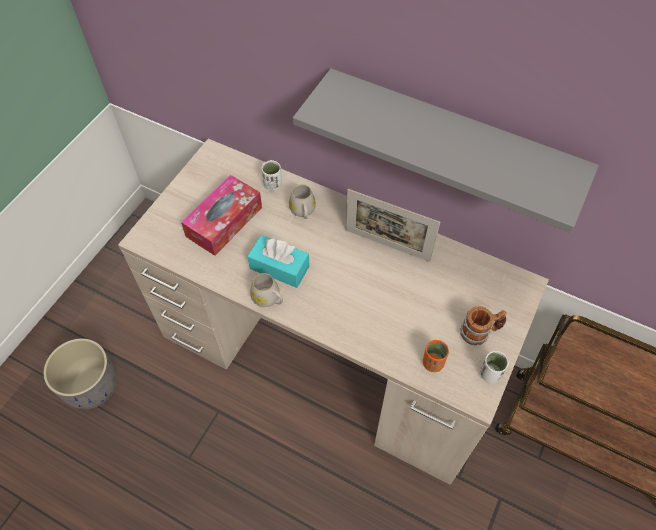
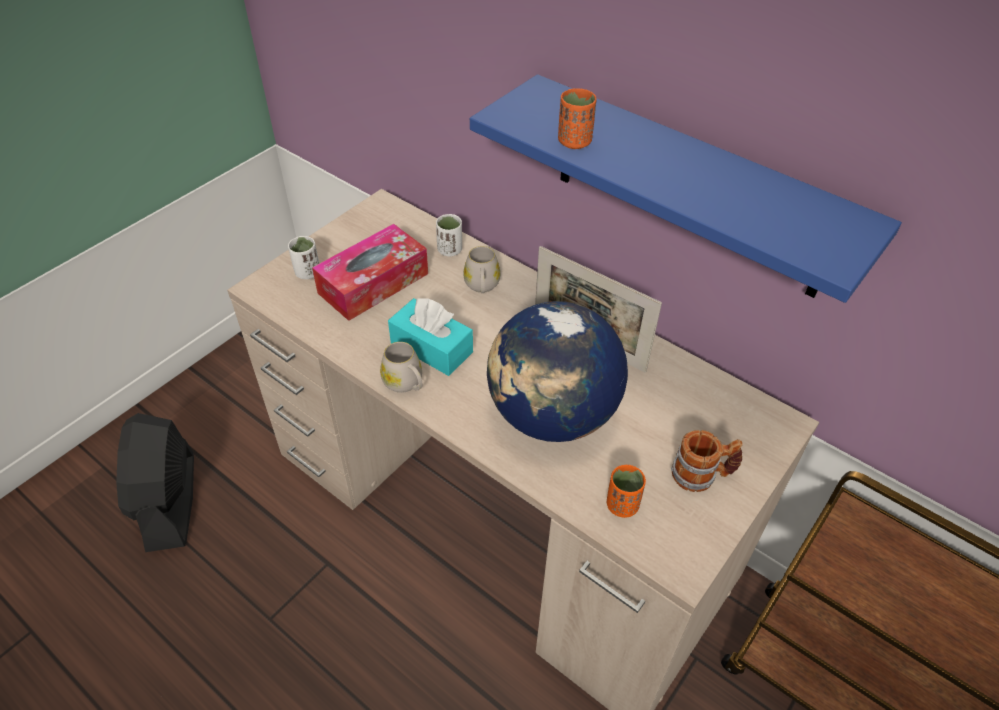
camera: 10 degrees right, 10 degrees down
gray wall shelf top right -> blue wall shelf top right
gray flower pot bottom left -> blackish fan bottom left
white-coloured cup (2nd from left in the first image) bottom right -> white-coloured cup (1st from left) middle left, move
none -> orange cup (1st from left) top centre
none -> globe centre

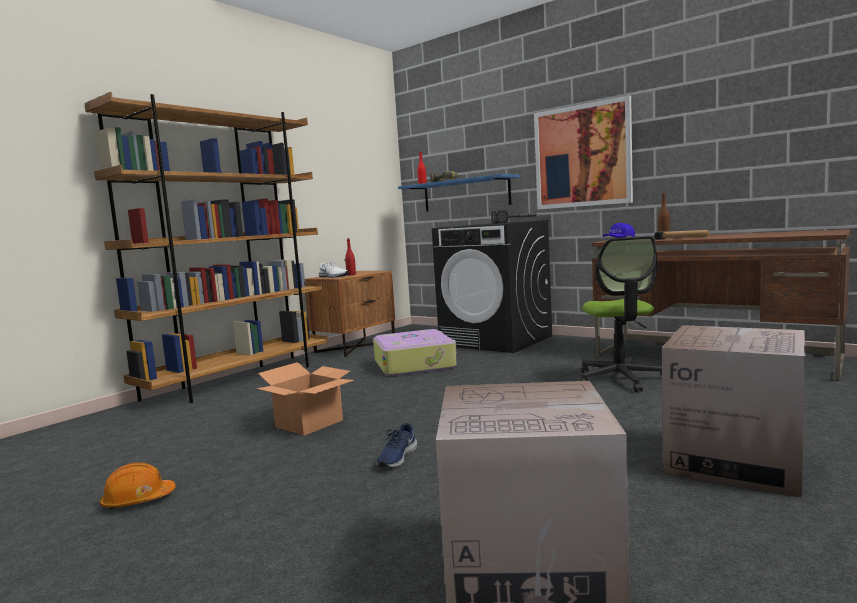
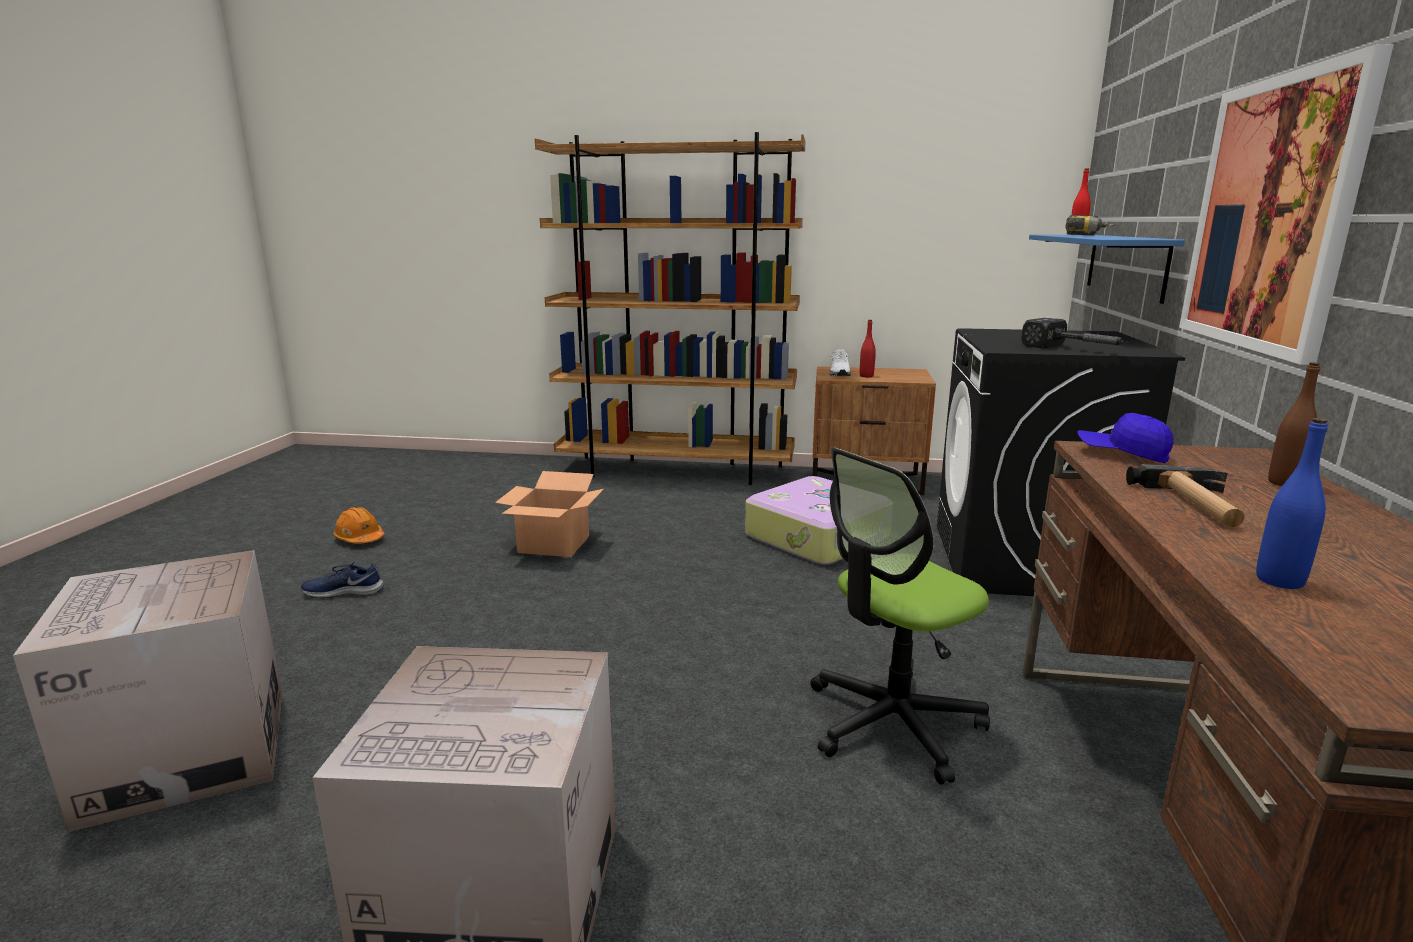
camera: 60 degrees right, 10 degrees up
blue item of footwear bottom centre -> blue item of footwear middle left, move
none -> blue beverage bottle middle right

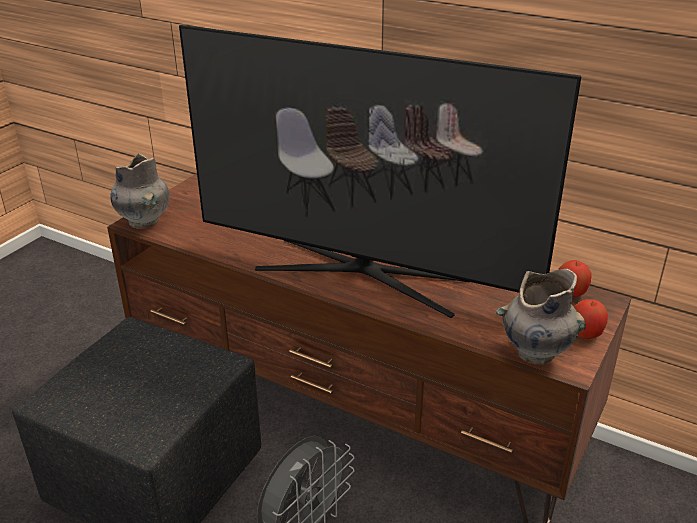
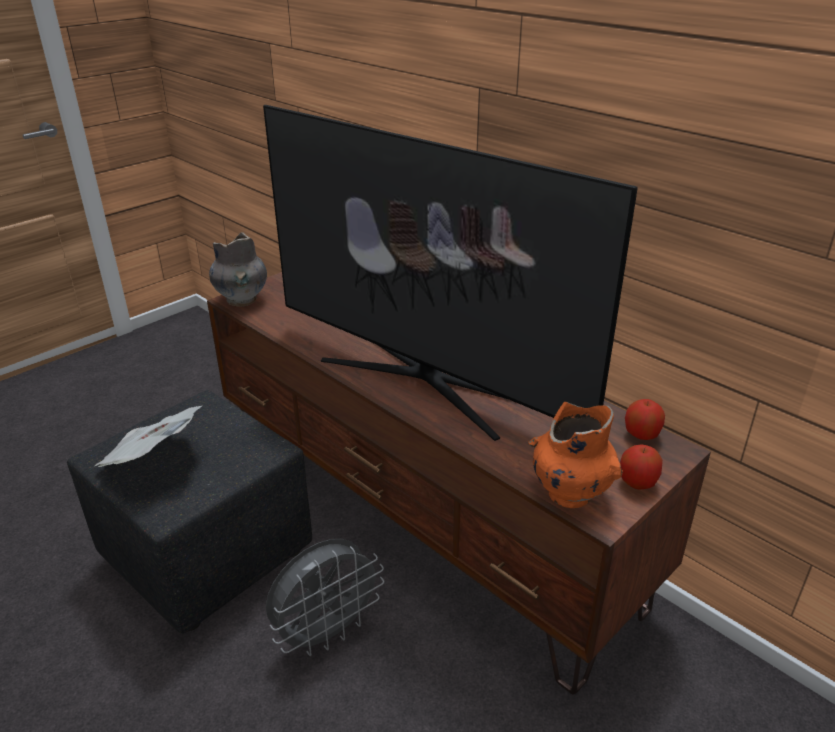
camera: 15 degrees right, 0 degrees up
gray decorative vase (2nd from left) middle right -> orange decorative vase middle right
none -> daily paper middle left

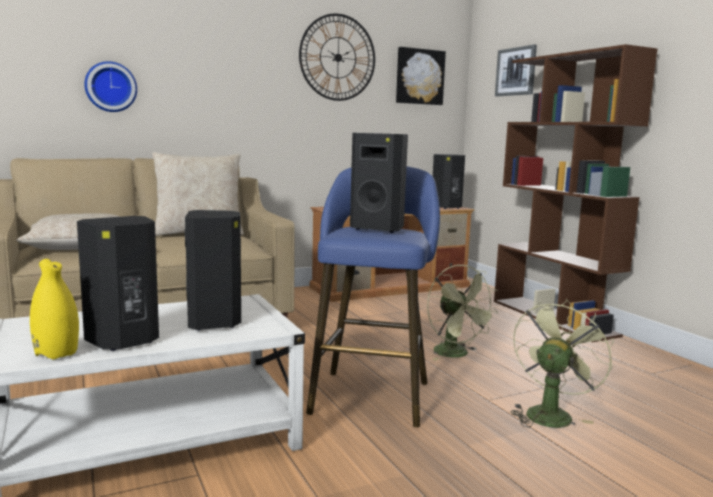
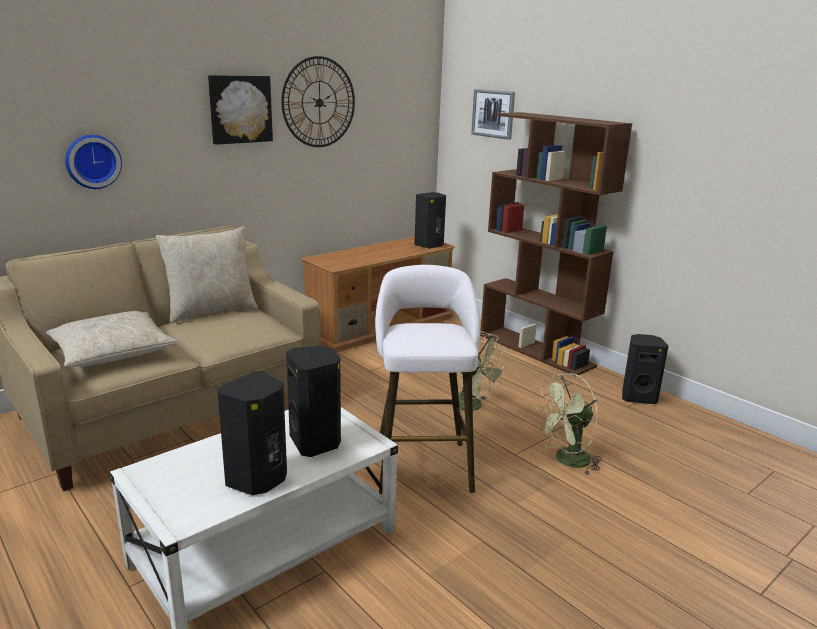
camera: 15 degrees left, 10 degrees up
wall art (1st from left) top centre -> wall art (1st from left) top left, move
blackish audio speaker (3rd from left in the first image) centre -> blackish audio speaker (4th from left) middle right, move
blue sitting stool centre -> white-coloured sitting stool centre
yellowish decorative vase middle left -> none
green-coloured fan (2nd from left) bottom right, 135 degrees counterclockwise

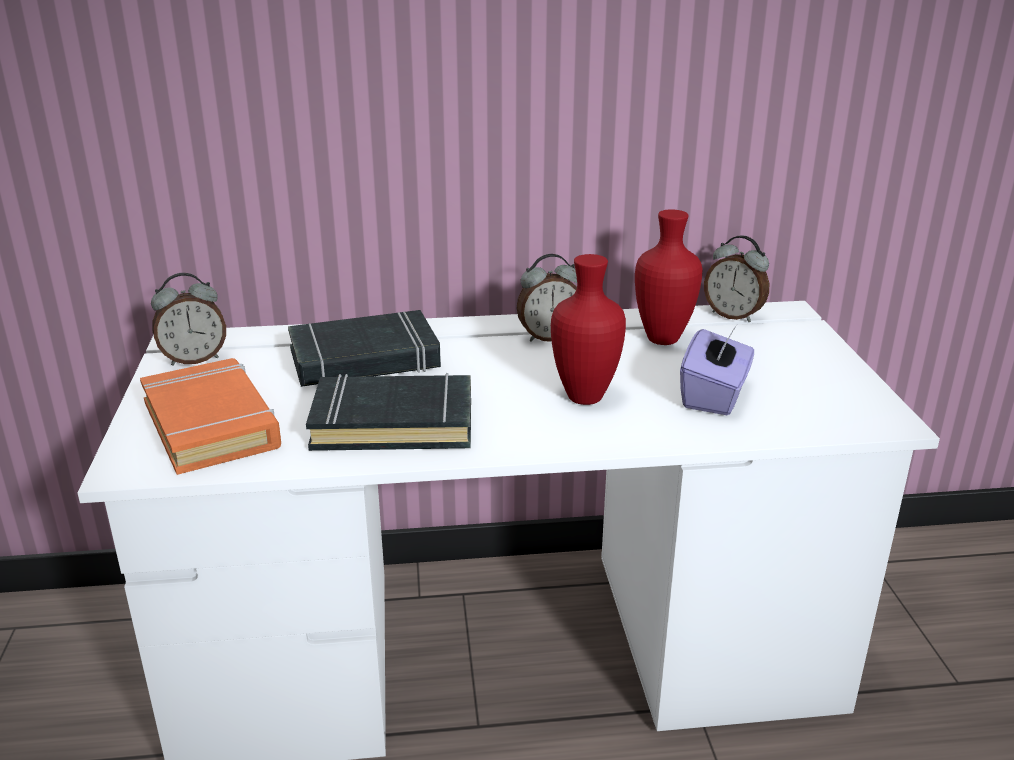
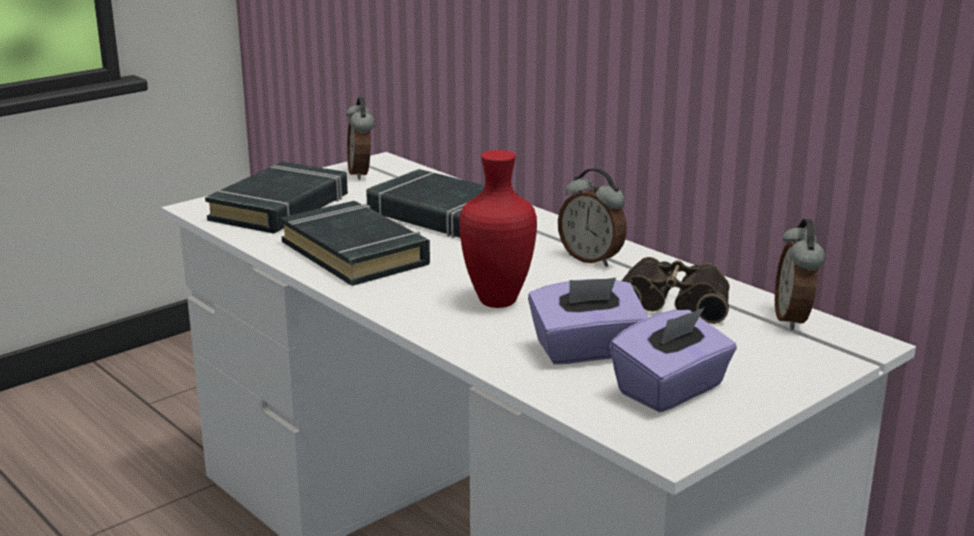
camera: 55 degrees right, 5 degrees down
red decorative vase (2nd from left) centre -> field glasses middle right
table clock (1st from left) middle left -> table clock (1st from left) top centre, 45 degrees clockwise
orange book middle left -> blackish book (1st from left) middle left
none -> purple tissue holder (2nd from left) bottom right

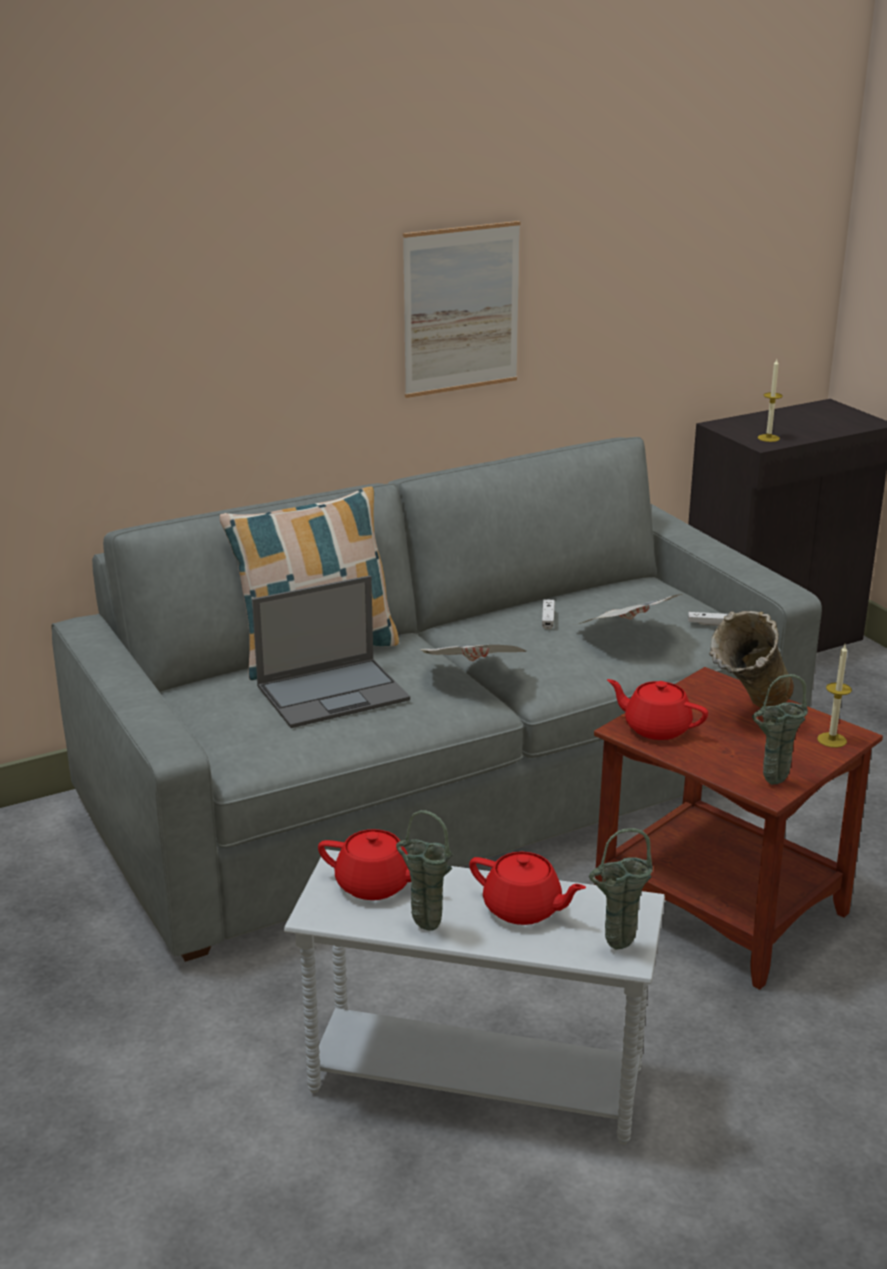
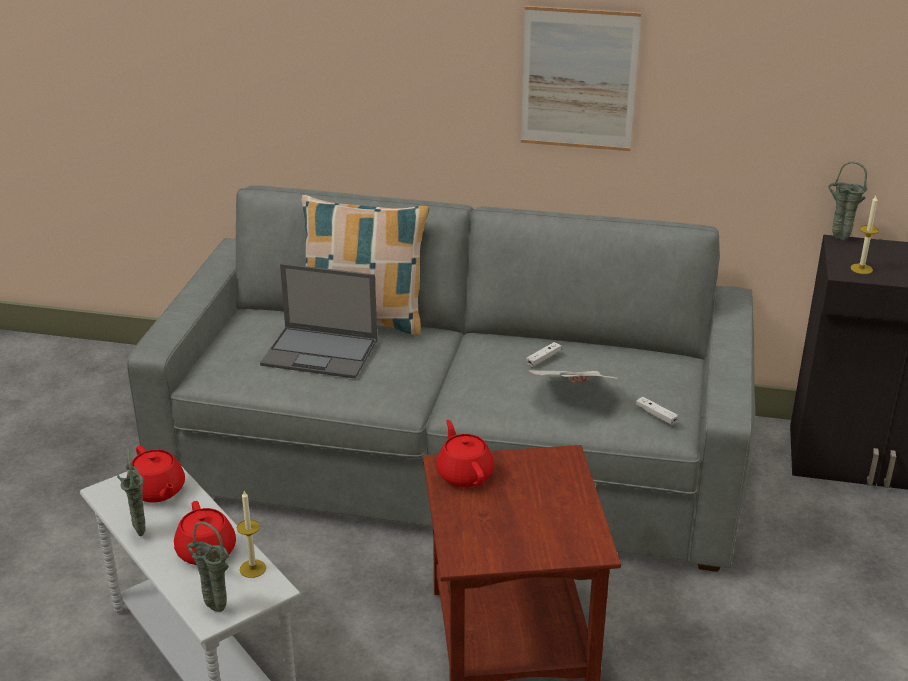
camera: 40 degrees right, 5 degrees up
beige decorative vase middle right -> none
daily paper (1st from left) centre -> none
wax light (2nd from left in the first image) middle right -> wax light (1st from left) bottom left, move
green-coloured decorative vase (3rd from left) middle right -> green-coloured decorative vase (3rd from left) top right, move

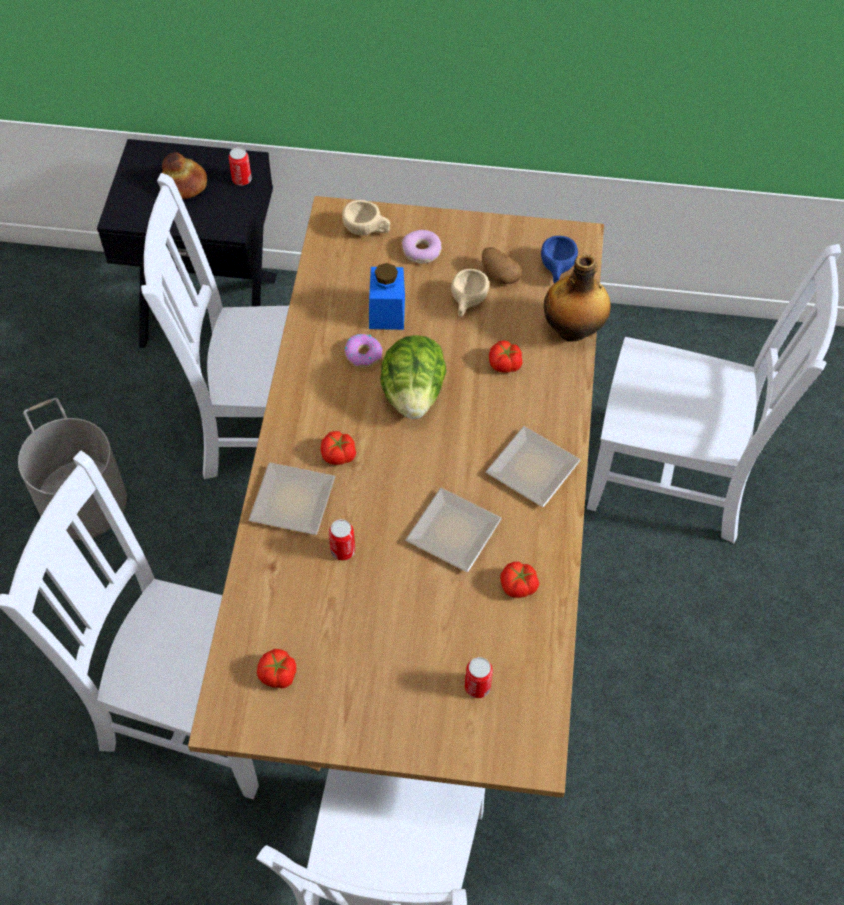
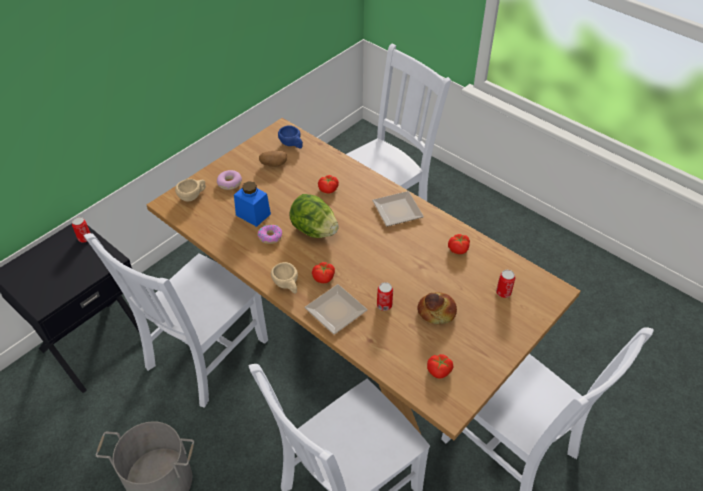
camera: 55 degrees left, 10 degrees down
bread top left -> bread centre, move
beverage bottle top right -> none
beige cup (2nd from left) top centre -> beige cup (2nd from left) centre, move
dinner plate (2nd from left) centre -> none

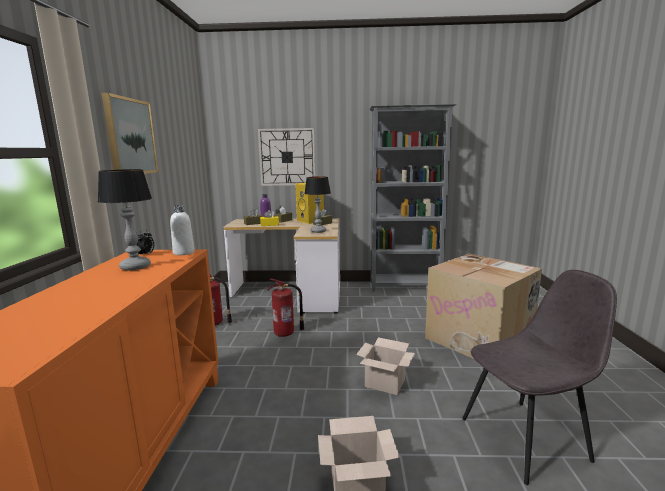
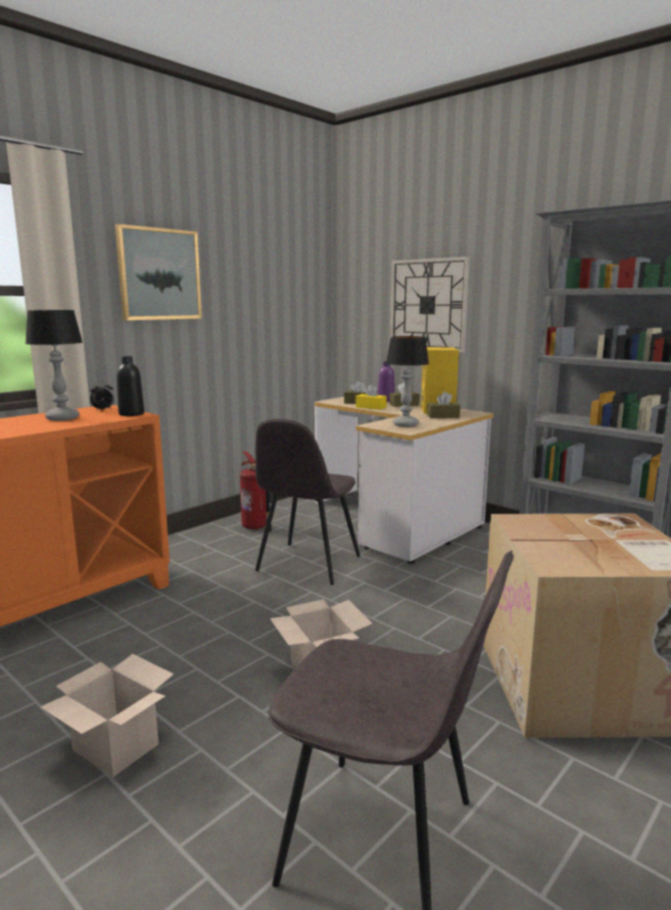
camera: 40 degrees right, 0 degrees up
white-coloured beverage bottle middle left -> blackish beverage bottle middle left
fire extinguisher (2nd from left) centre -> gray upright chair (1st from left) centre

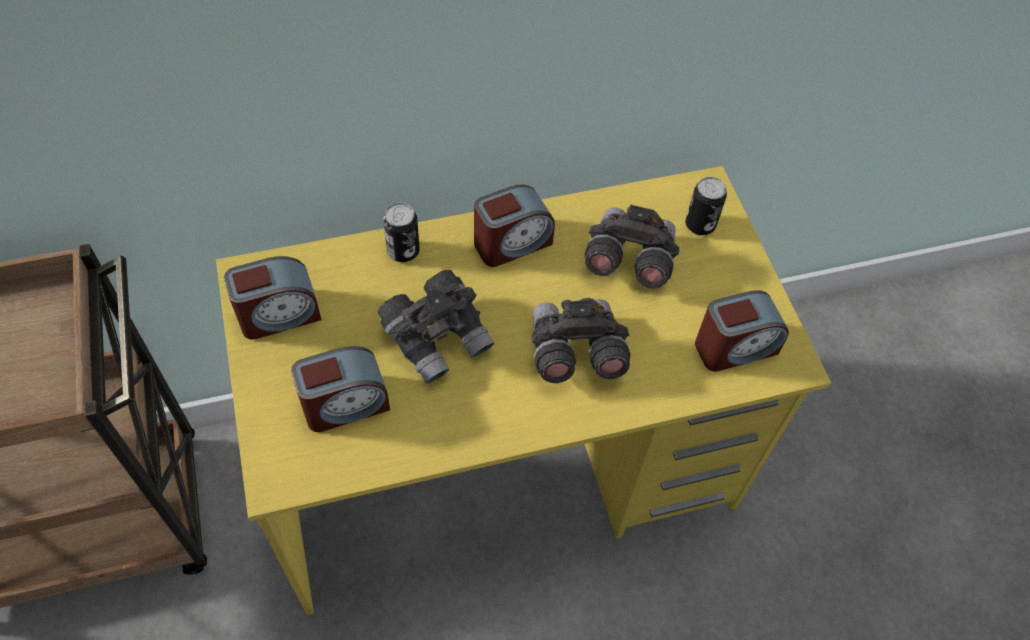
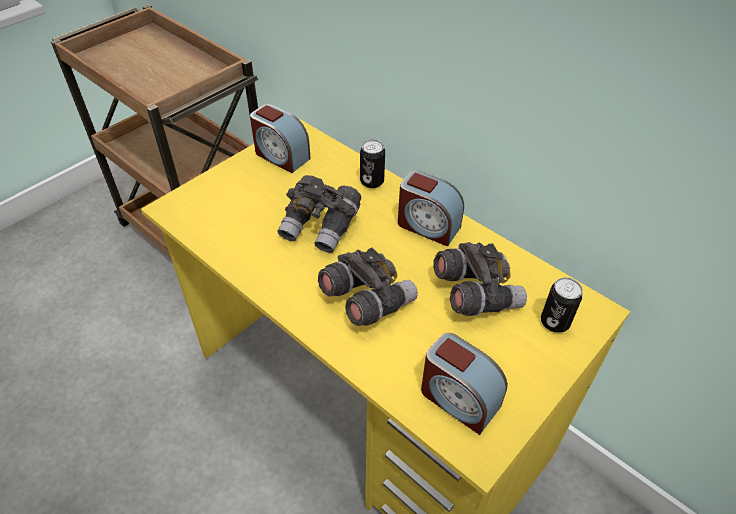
camera: 60 degrees right, 10 degrees down
table clock (2nd from left) middle left -> none

